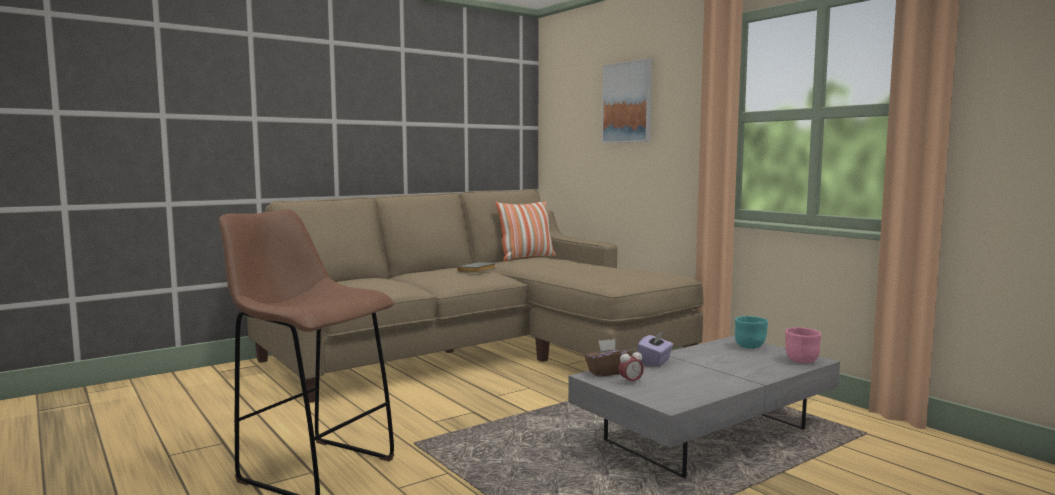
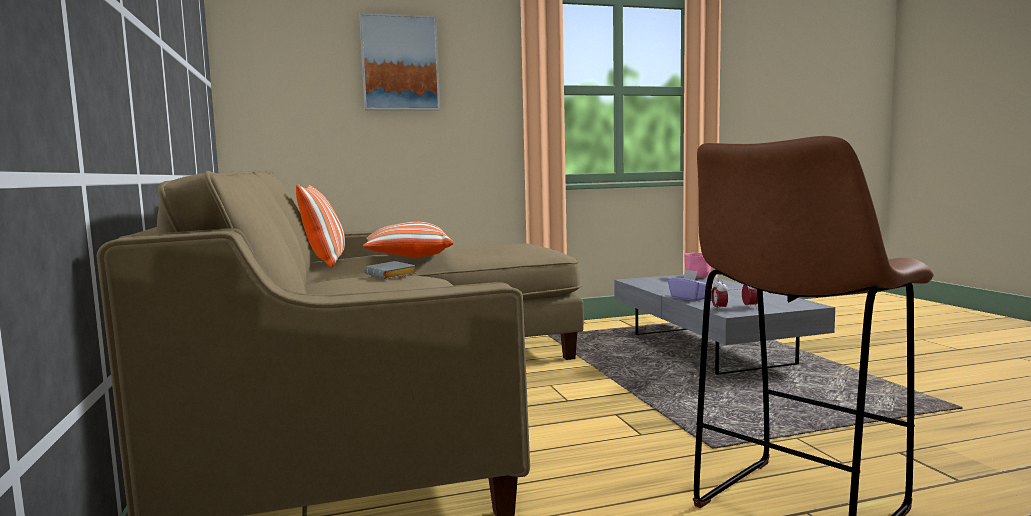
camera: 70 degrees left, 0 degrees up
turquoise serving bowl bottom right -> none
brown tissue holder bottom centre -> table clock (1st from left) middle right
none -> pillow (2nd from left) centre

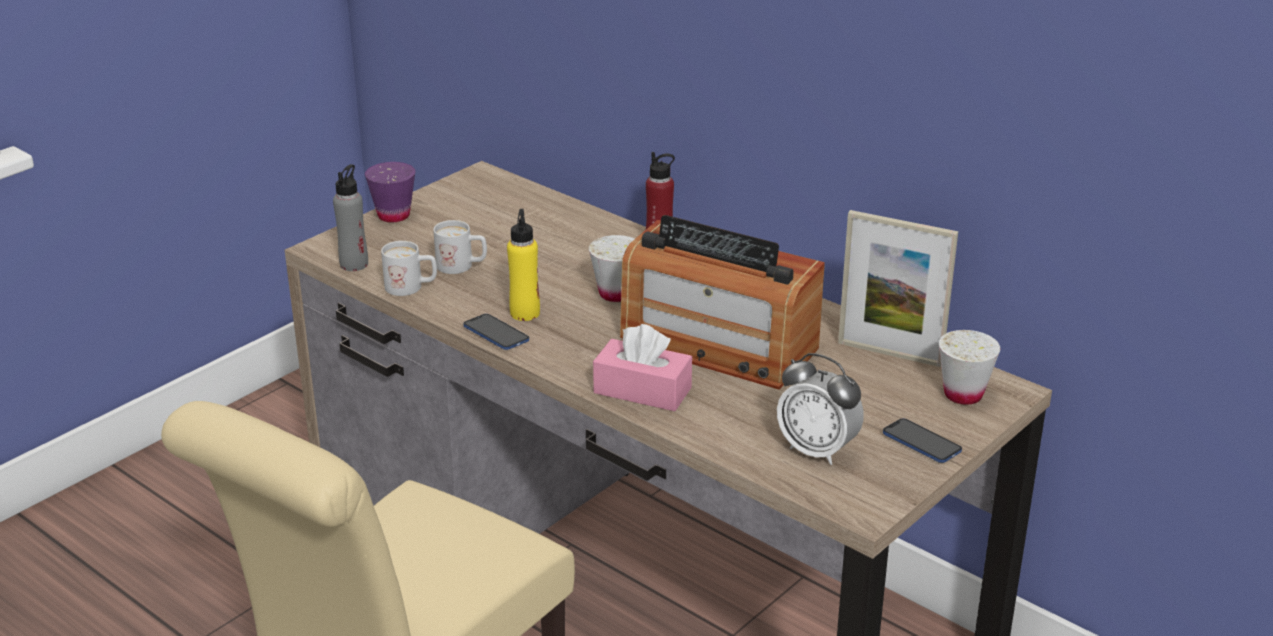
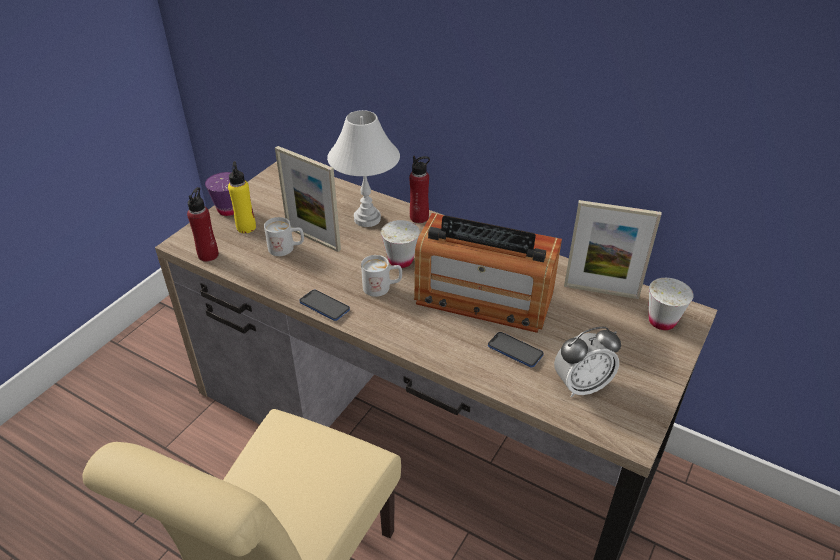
camera: 10 degrees left, 10 degrees up
gray beverage bottle middle left -> red beverage bottle (1st from left) middle left
yellowish beverage bottle centre -> yellowish beverage bottle middle left, move
white-coloured mug (1st from left in the first image) middle left -> white-coloured mug (2nd from left) centre, move
pinkish tissue holder centre -> none
table clock centre -> table clock middle right, 45 degrees counterclockwise
handset (2nd from left) bottom right -> handset (2nd from left) centre, move
none -> white-coloured table lamp top centre
none -> standing frame (1st from left) centre

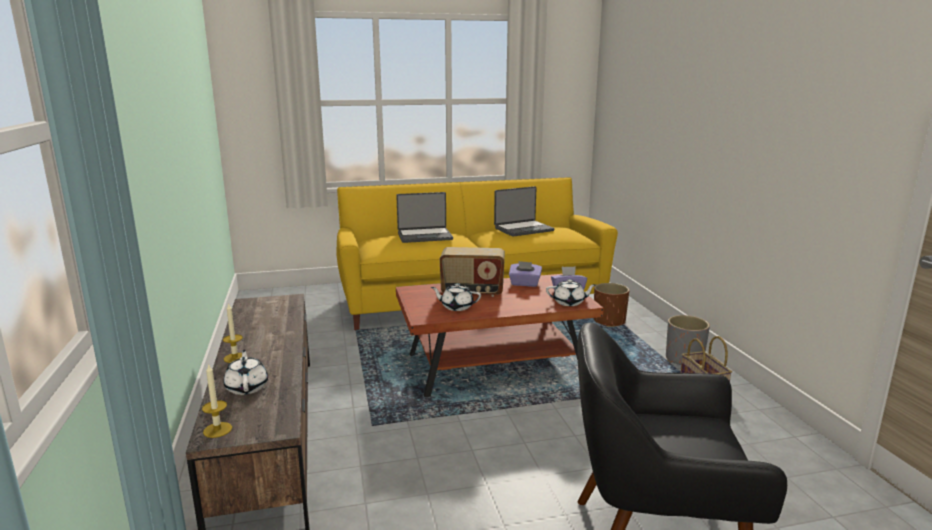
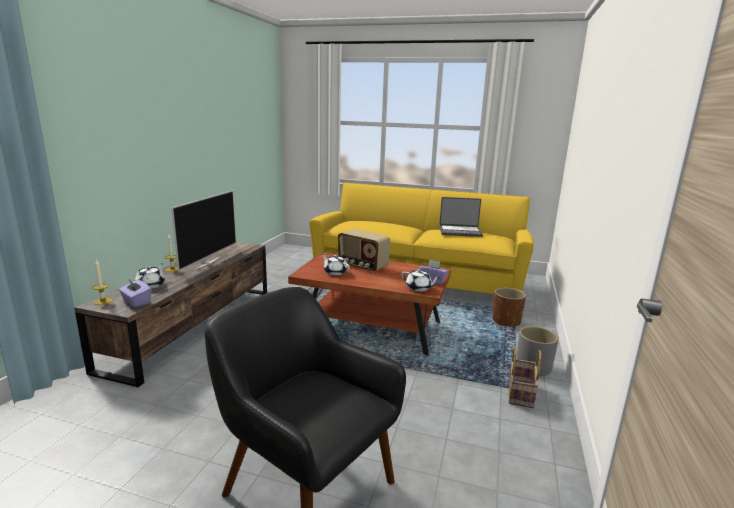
camera: 30 degrees right, 0 degrees up
laptop (1st from left) centre -> none
purple tissue holder (1st from left) centre -> purple tissue holder (1st from left) middle left, move
none -> TV set middle left

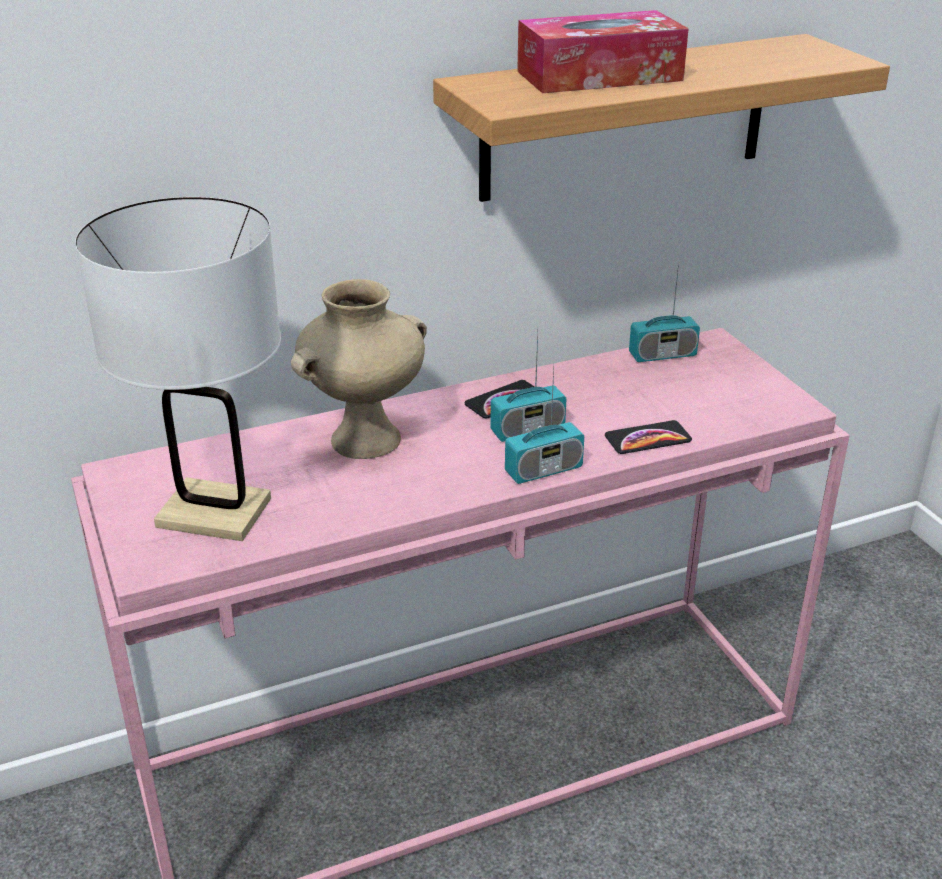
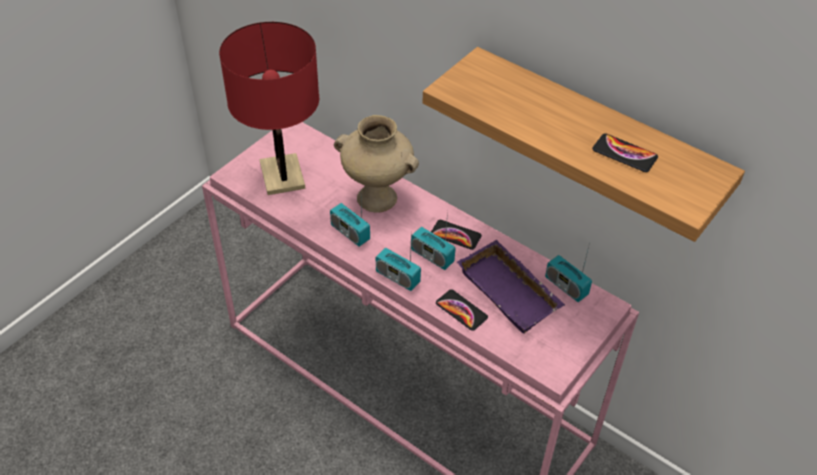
camera: 60 degrees right, 15 degrees up
tissue holder top centre -> none
white-coloured table lamp middle left -> red table lamp top left
none -> handset (3rd from left) top right
none -> radio receiver (1st from left) centre
none -> purple serving tray centre

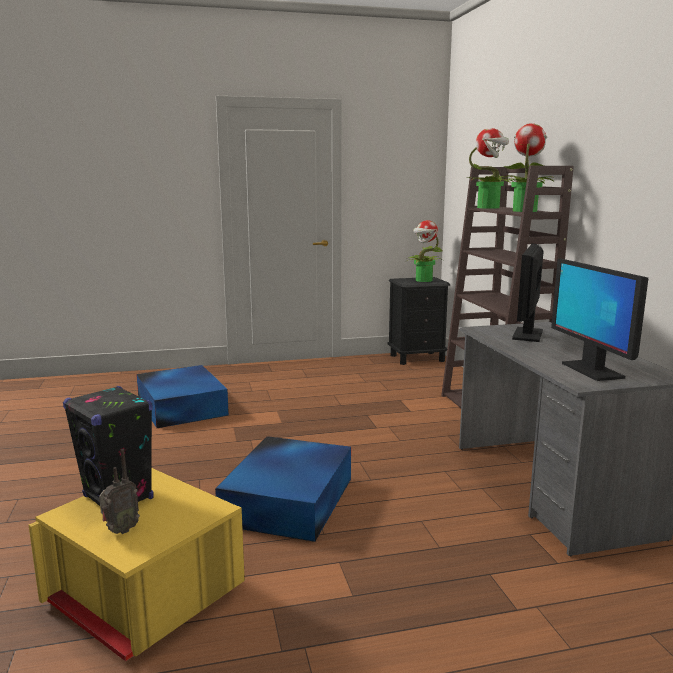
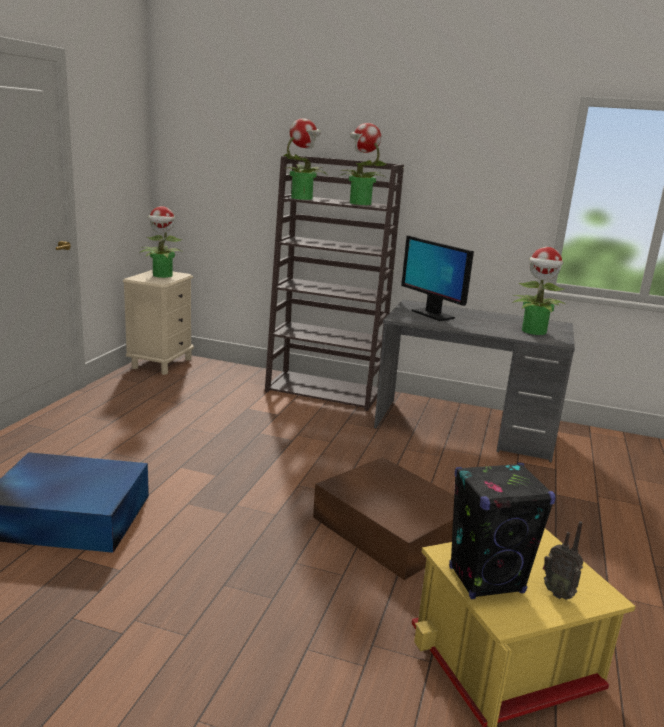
camera: 60 degrees left, 5 degrees up
computer display (2nd from left) middle right -> plant in a pot (4th from left) middle right
blackish night table centre -> beige night table middle left
blue storage container (2nd from left) bottom centre -> brown storage container bottom centre
radio receiver bottom left -> radio receiver bottom right, 150 degrees clockwise

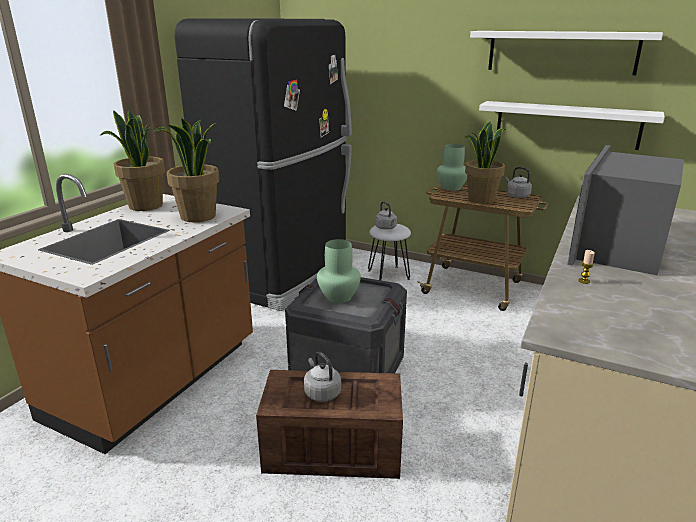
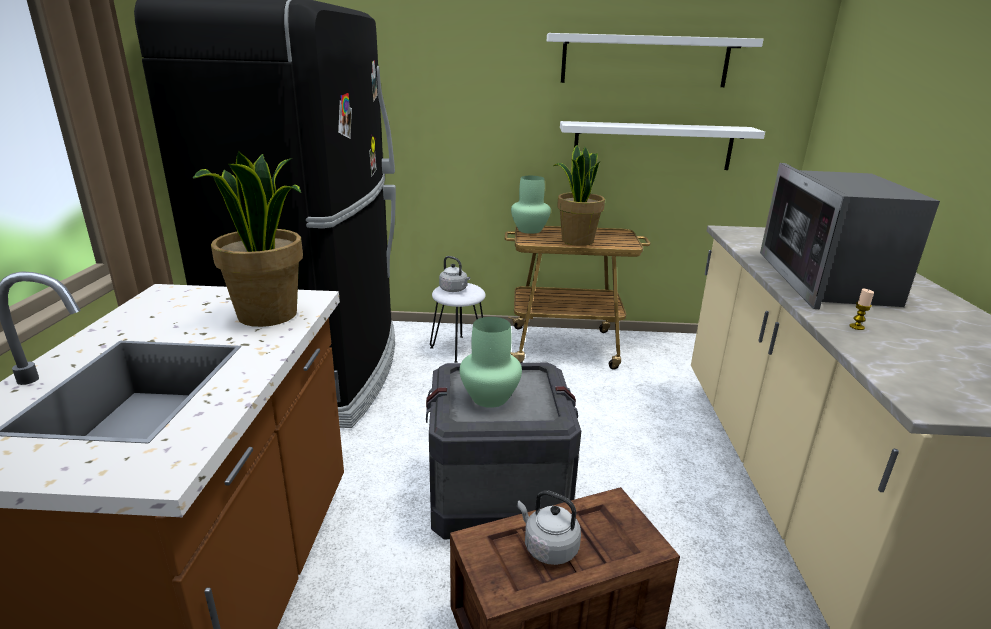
camera: 25 degrees left, 0 degrees up
plant in a pot (1st from left) top left -> none
gray kettle (3rd from left) middle right -> none

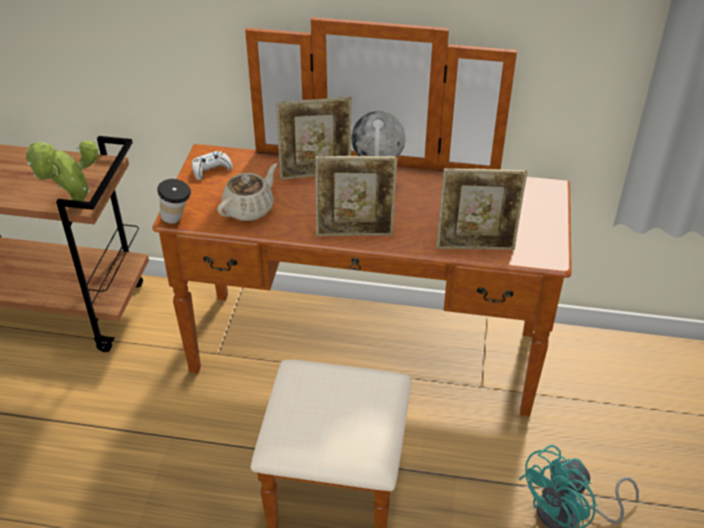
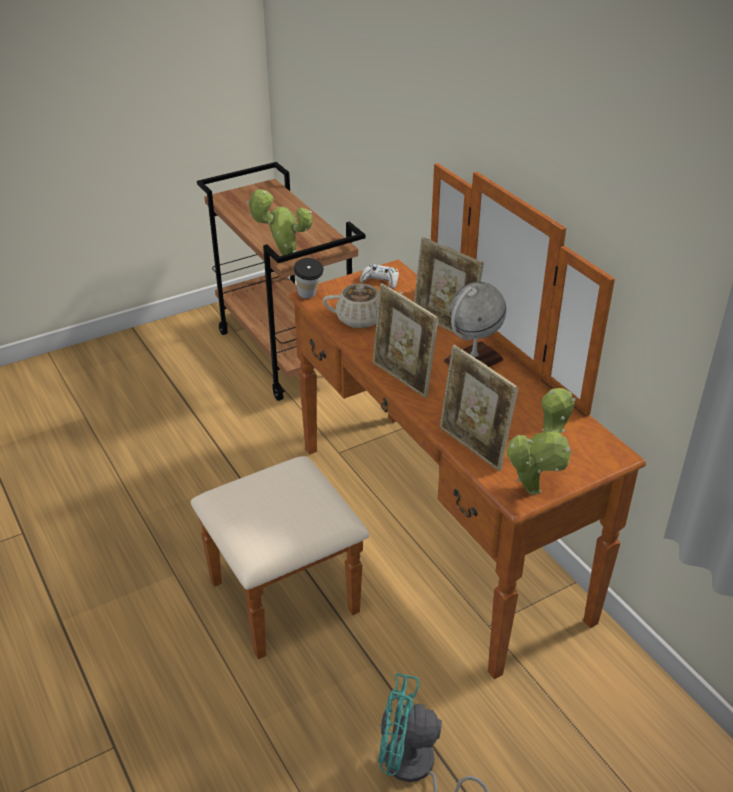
camera: 50 degrees right, 5 degrees down
none -> plant in a pot (2nd from left) middle right

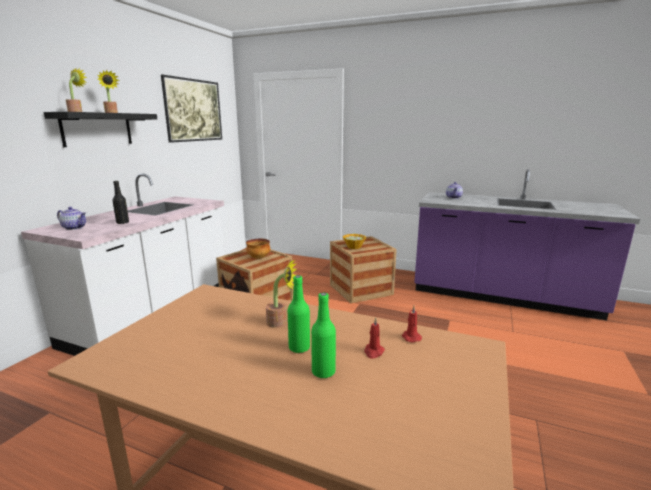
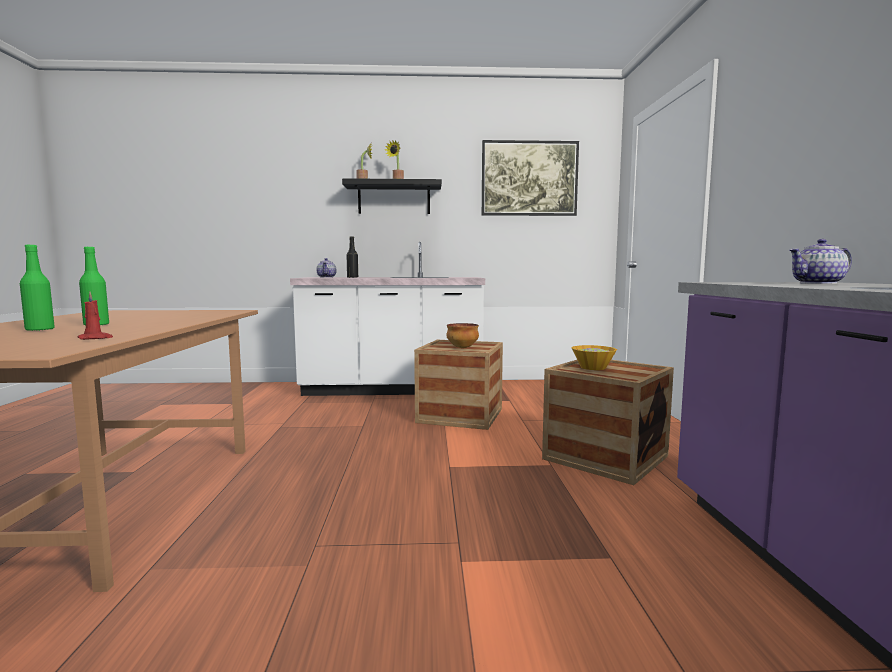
camera: 65 degrees right, 10 degrees down
plant in a pot (3rd from left) centre -> none
red wax light (1st from left) bottom centre -> none

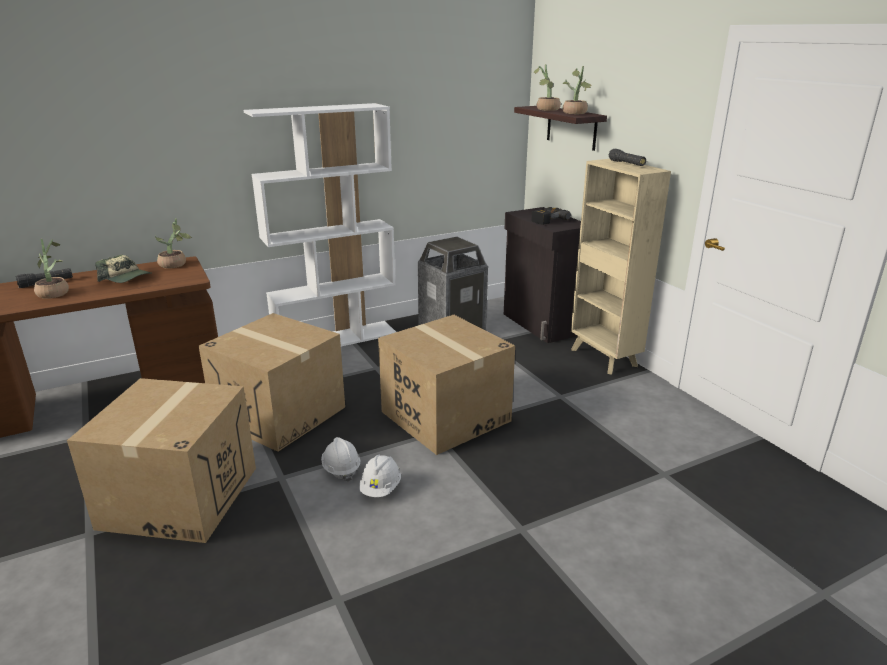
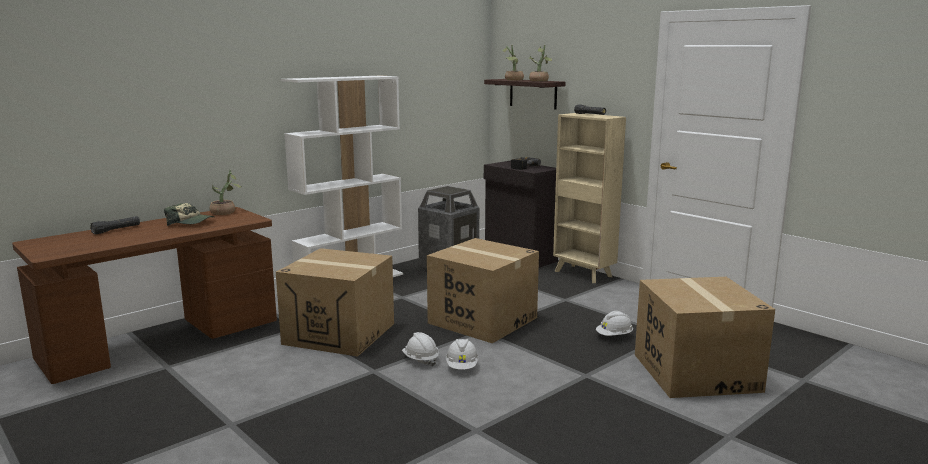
camera: 15 degrees left, 10 degrees down
plant in a pot (1st from left) middle left -> none
cardboard box (1st from left in the first image) bottom left -> cardboard box (3rd from left) bottom right, move
none -> white-coloured work helmet (3rd from left) bottom centre

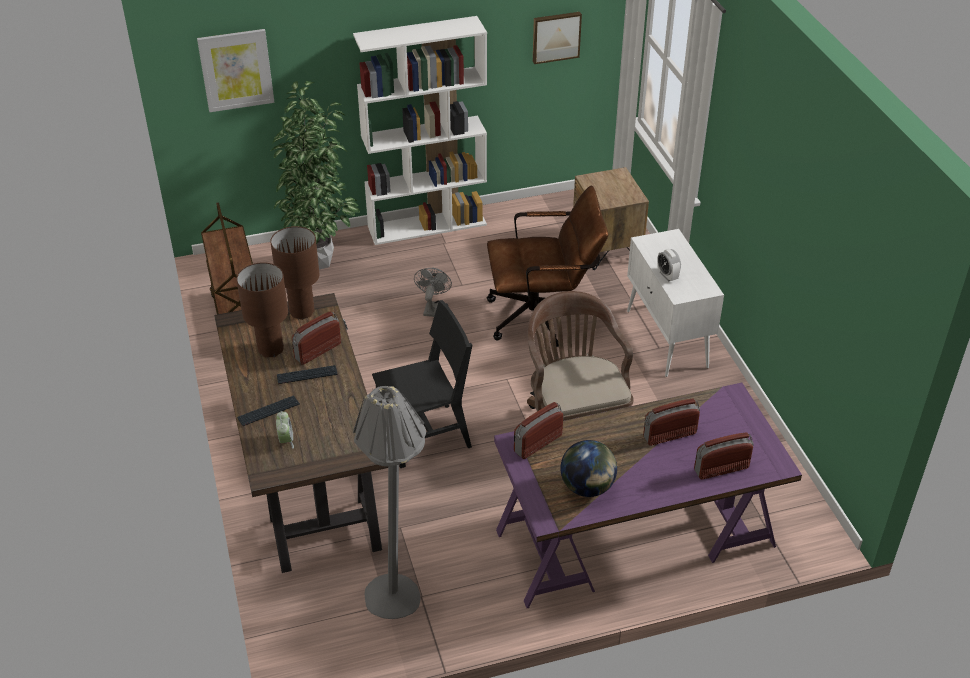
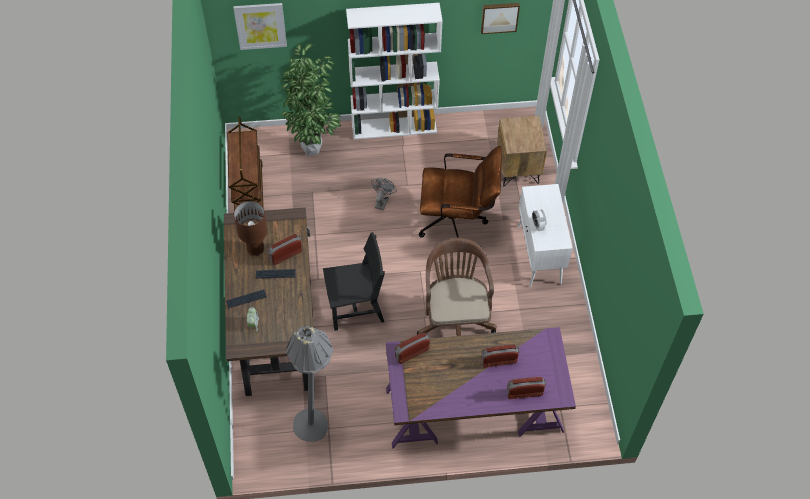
camera: 10 degrees right, 15 degrees up
brown table lamp (2nd from left) middle left -> none
globe bottom centre -> none

